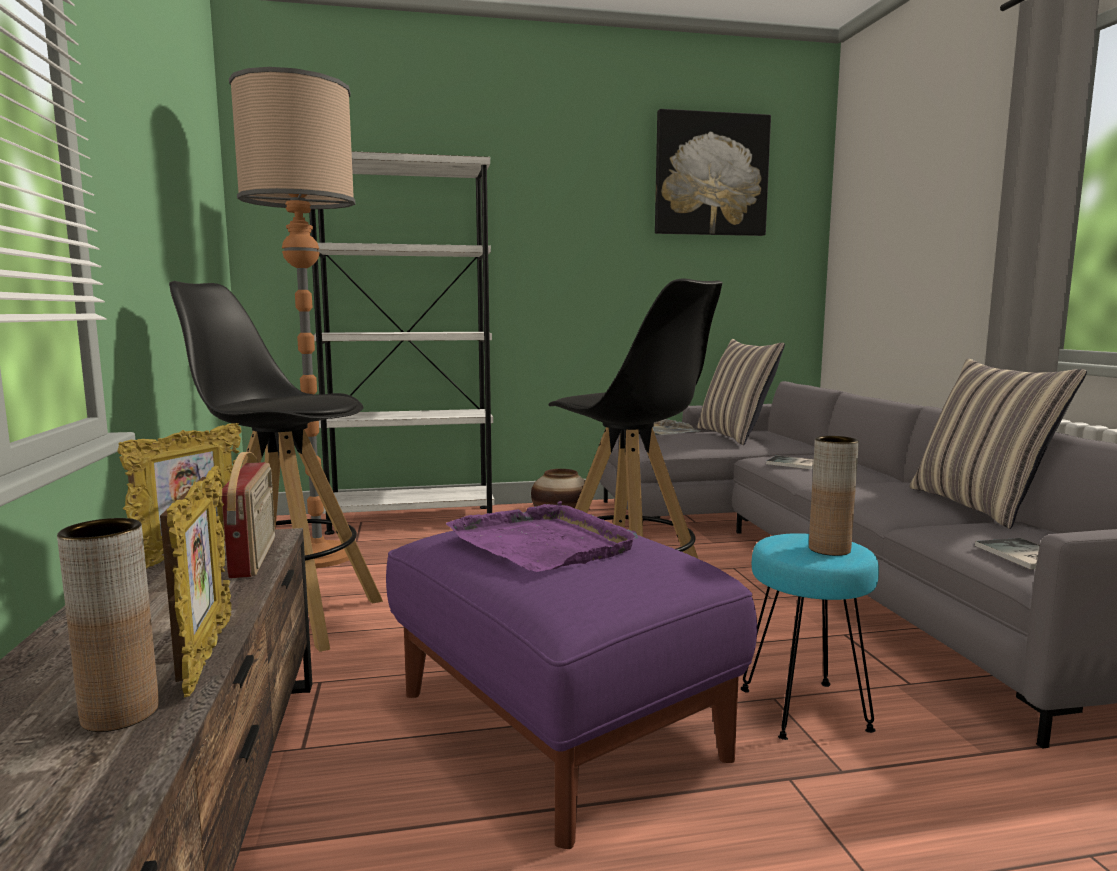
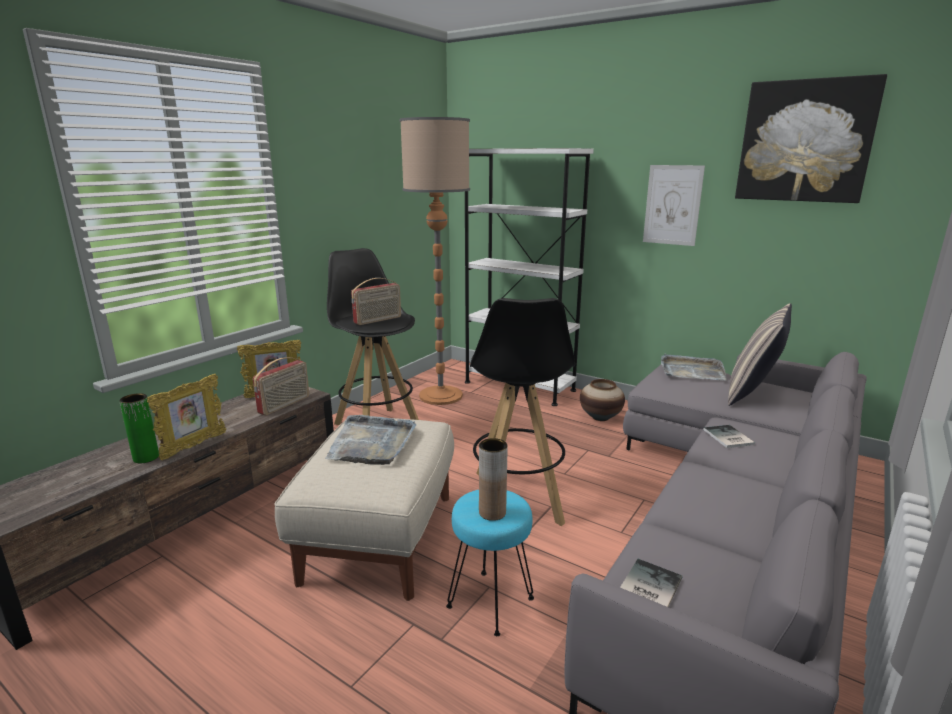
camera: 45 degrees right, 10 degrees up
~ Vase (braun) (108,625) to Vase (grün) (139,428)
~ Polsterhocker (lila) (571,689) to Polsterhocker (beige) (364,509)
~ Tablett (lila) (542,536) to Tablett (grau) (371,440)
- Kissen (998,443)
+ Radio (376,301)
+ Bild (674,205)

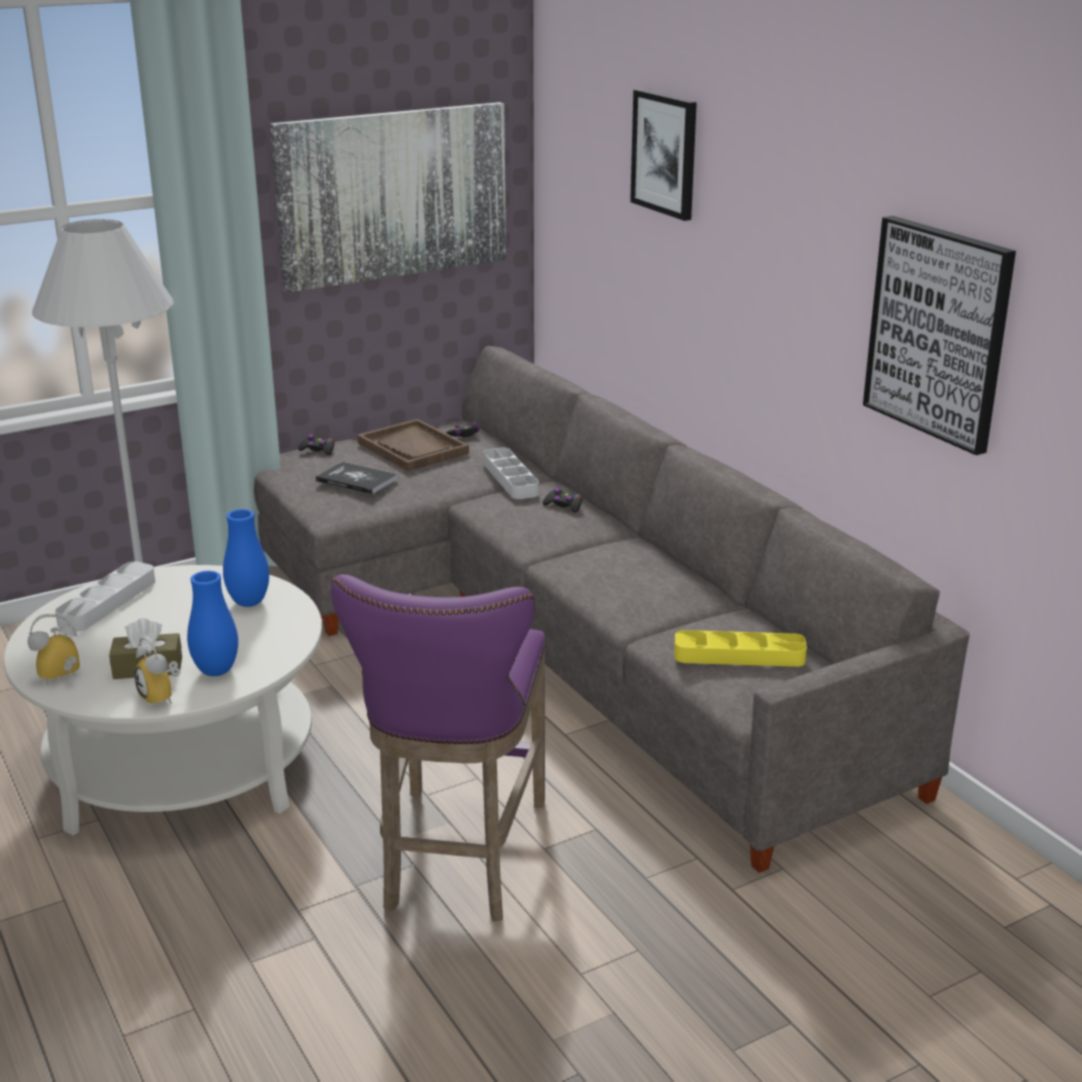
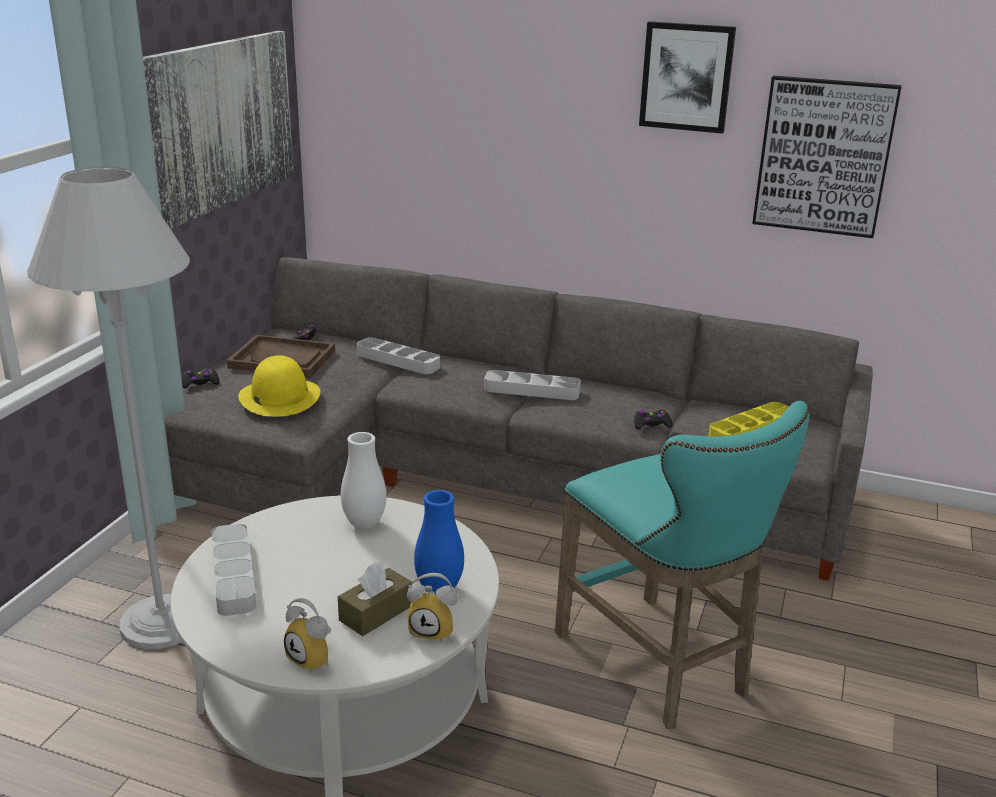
camera: 40 degrees left, 0 degrees up
~ Wecker (53,650) = (307,635) 60 degrees counterclockwise
~ Vase (blau) (246,558) to Vase (weiß) (364,480)
~ Buch (357,478) to Hut (gelb) (279,386)
~ Hocker (lila) (438,747) to Hocker (türkis) (682,565)
~ Gamepad (schwarz) (563,500) to (653,419)
~ Bild (663,155) to (687,77)
+ Tablett (grau) (532,385)

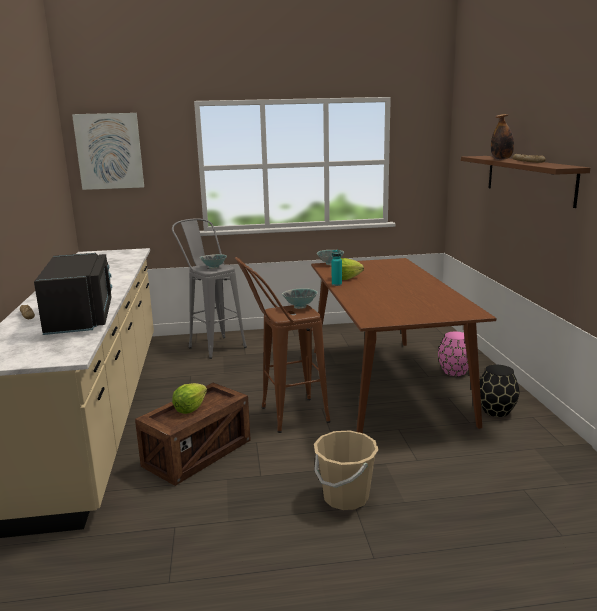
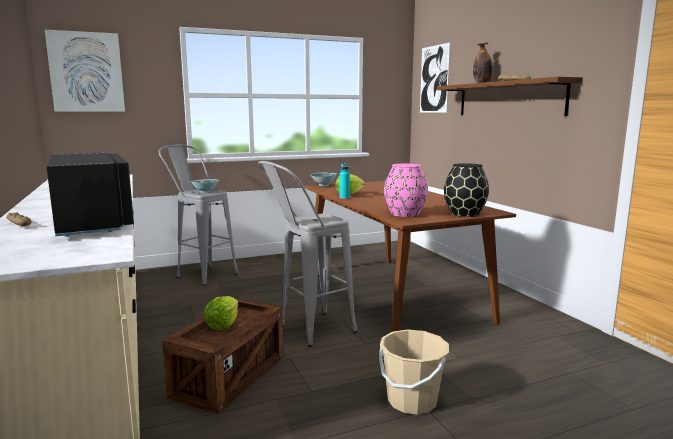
camera: 15 degrees left, 5 degrees down
~ Hocker (braun) (283,345) to Hocker (grau) (308,254)
- Schüssel (300,298)
~ Vase (rosa) (453,354) to (406,190)
~ Vase (schwarz) (499,391) to (466,190)
+ Bild (435,77)

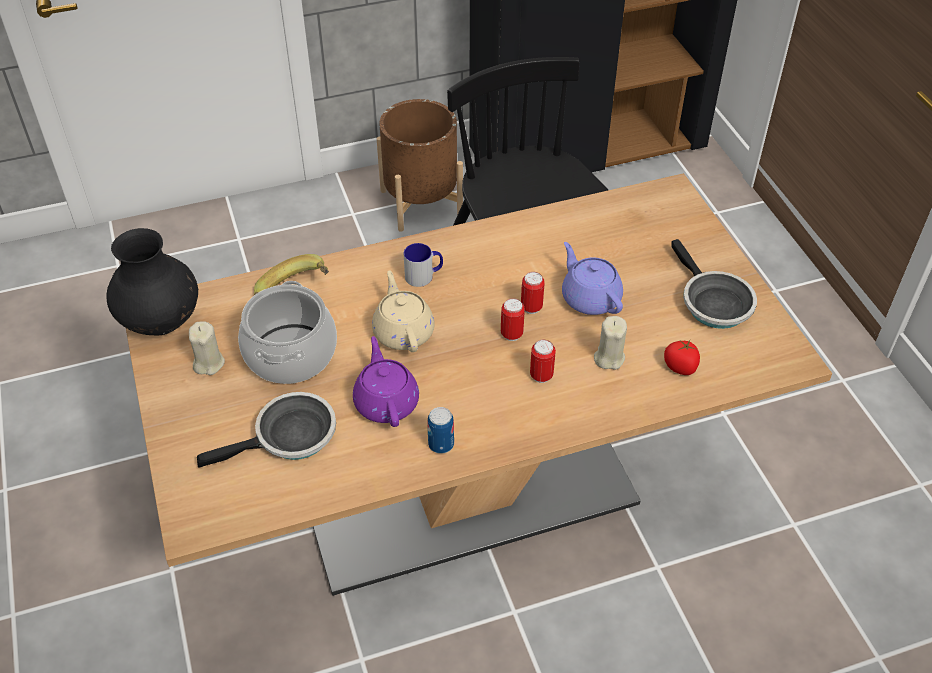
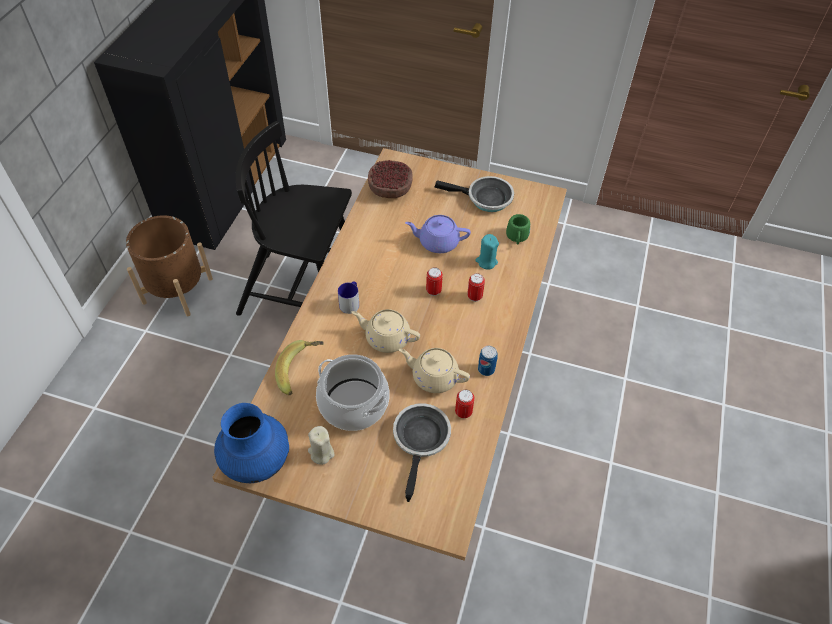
camera: 55 degrees left, 5 degrees up
~ Vase (schwarz) (152,281) to Vase (blau) (251,443)
~ Teekanne (lila) (386,381) to Teekanne (beige) (434,370)
~ Dose (533,293) to (465,404)
~ Kerze (beige) (610,343) to Kerze (türkis) (487,252)
~ Tomate (682,357) to Henkelbecher (grün) (518,229)
+ Schüssel (390,179)

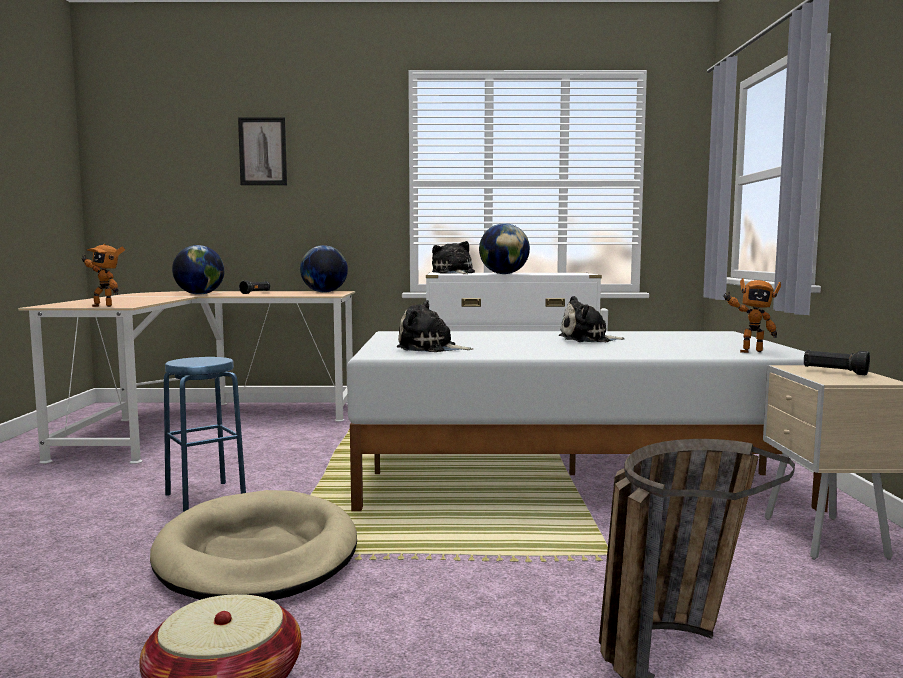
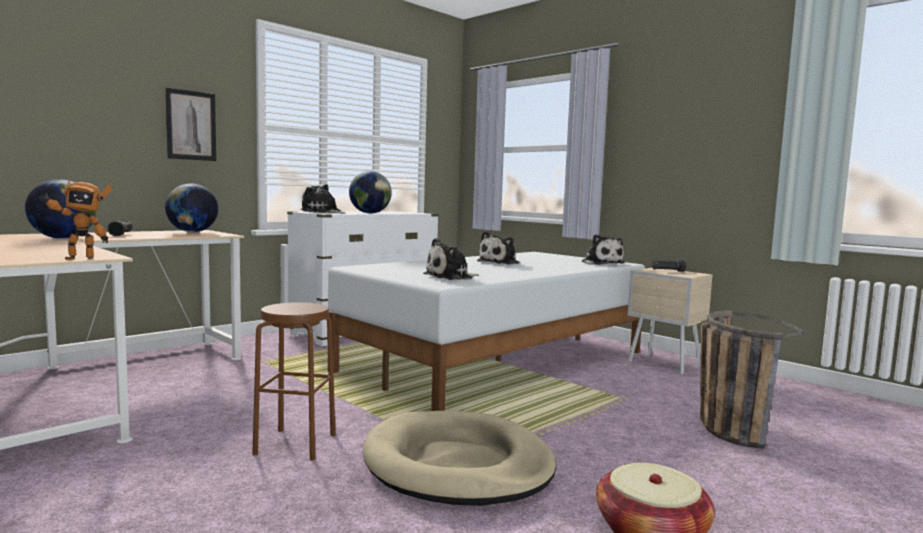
camera: 45 degrees left, 0 degrees up
~ Hocker (blau) (205,434) to Hocker (braun) (294,381)
~ Bild (262,151) to (190,124)
~ Spielzeugroboter (752,315) to Plüschtier (603,249)

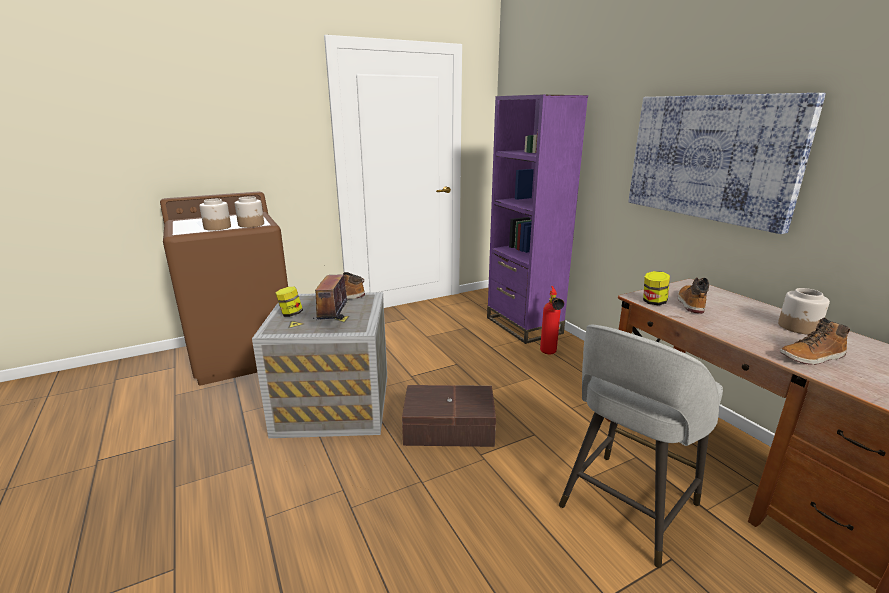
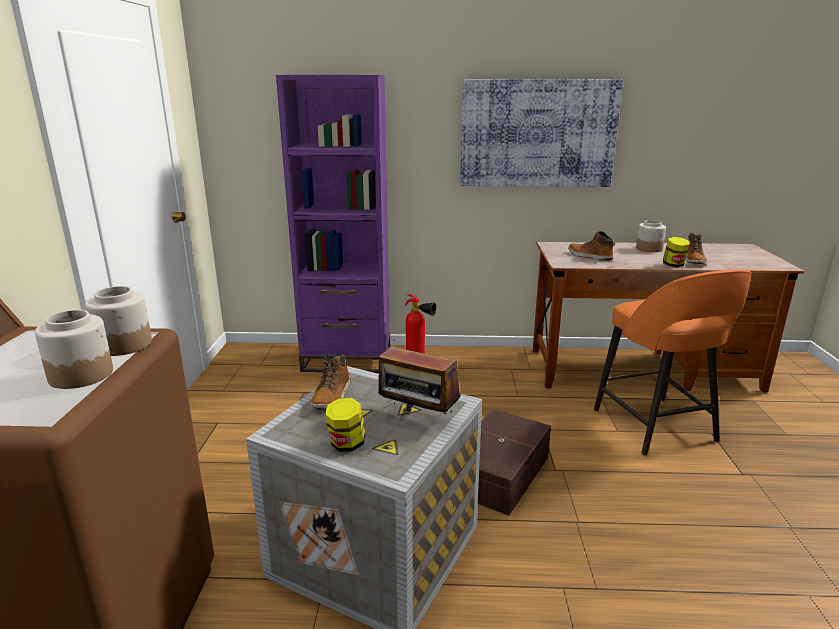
camera: 60 degrees left, 0 degrees up
~ Hocker (grau) (641,446) to Hocker (orange) (673,362)
~ Vorratsglas (656,288) to (676,252)

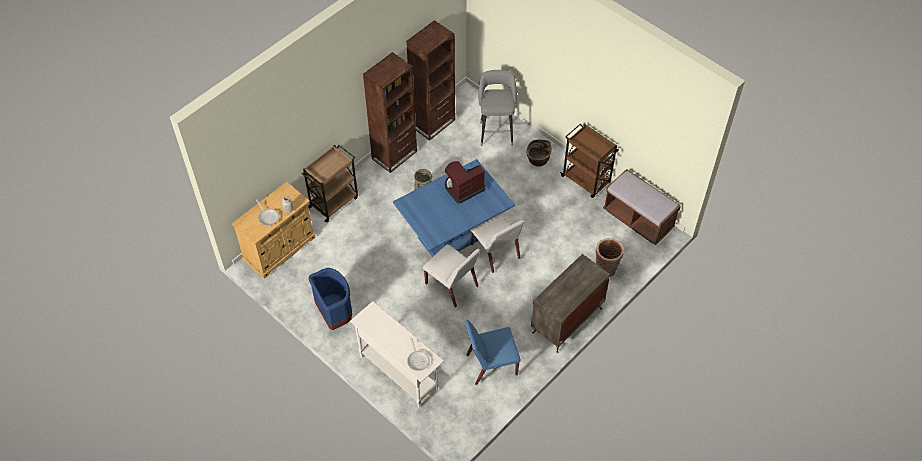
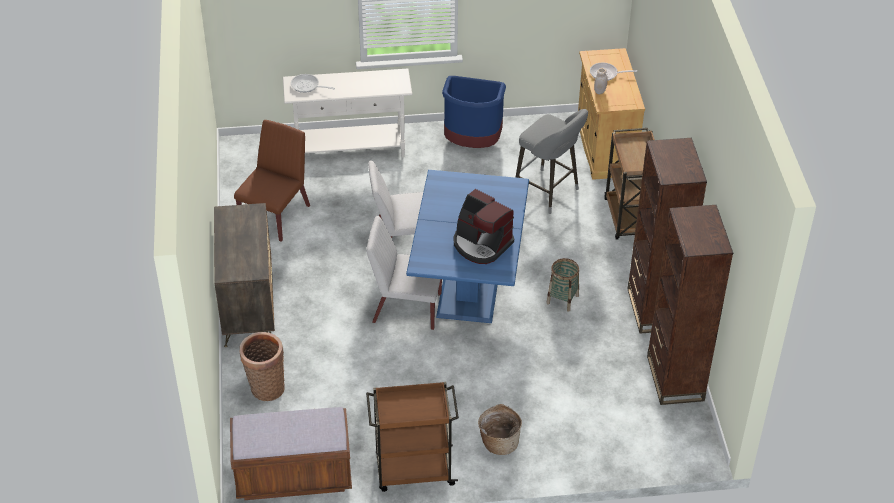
camera: 130 degrees right, 10 degrees down
~ Kaffeemaschine (465,182) = (484,226) 120 degrees clockwise
~ Stuhl (blau) (493,352) to Stuhl (braun) (272,181)
~ Hocker (grau) (497,108) to (551,161)

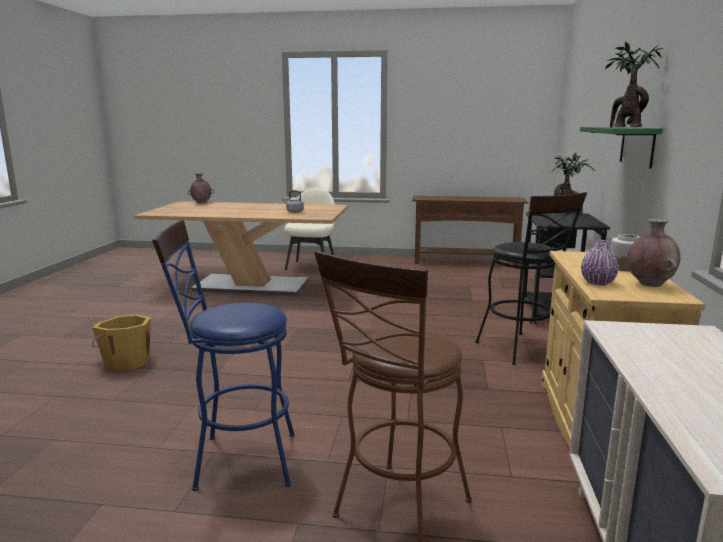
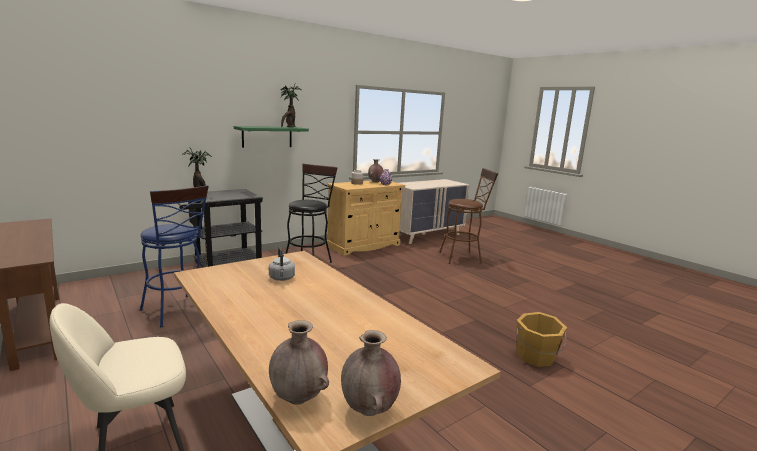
camera: 135 degrees left, 0 degrees up
~ Hocker (blau) (223,355) to (174,256)
+ Vase (braun) (371,373)

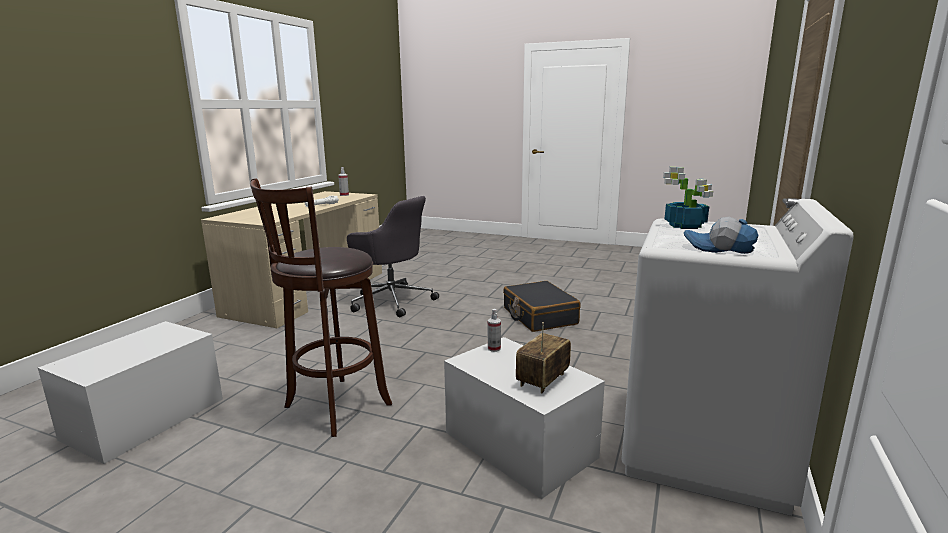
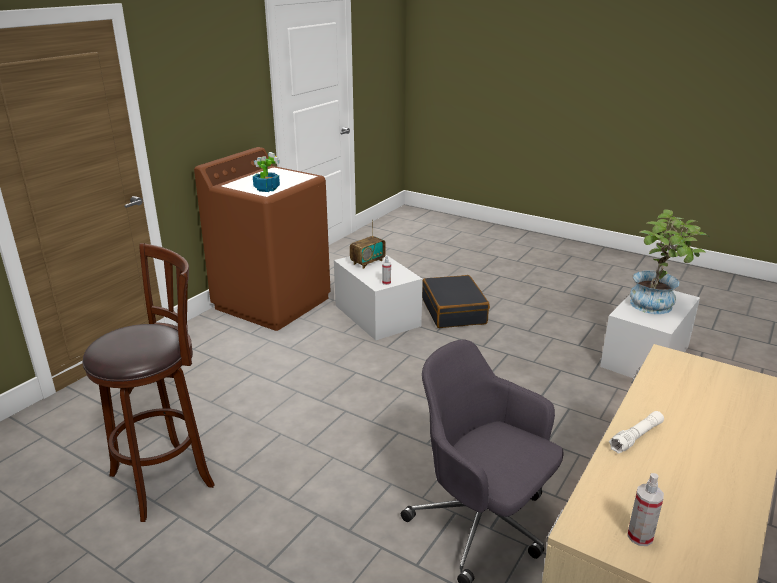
camera: 170 degrees left, 10 degrees up
~ Hocker (braun) (321,307) to (149,382)
~ Koffer (schwarz) (542,306) to (456,301)
~ Waschmaschine (weiß) (738,357) to Waschmaschine (braun) (262,239)
- Kappe (721,235)
+ Topfpflanze (670,261)

